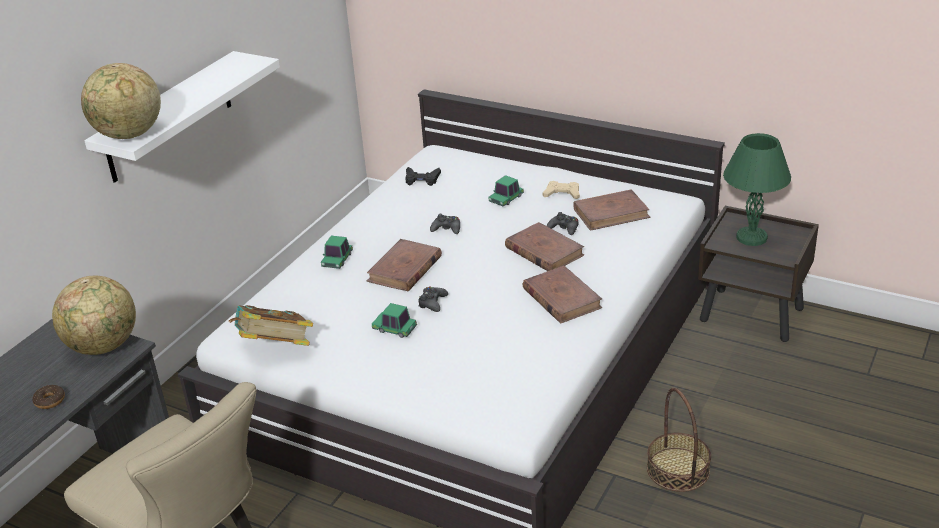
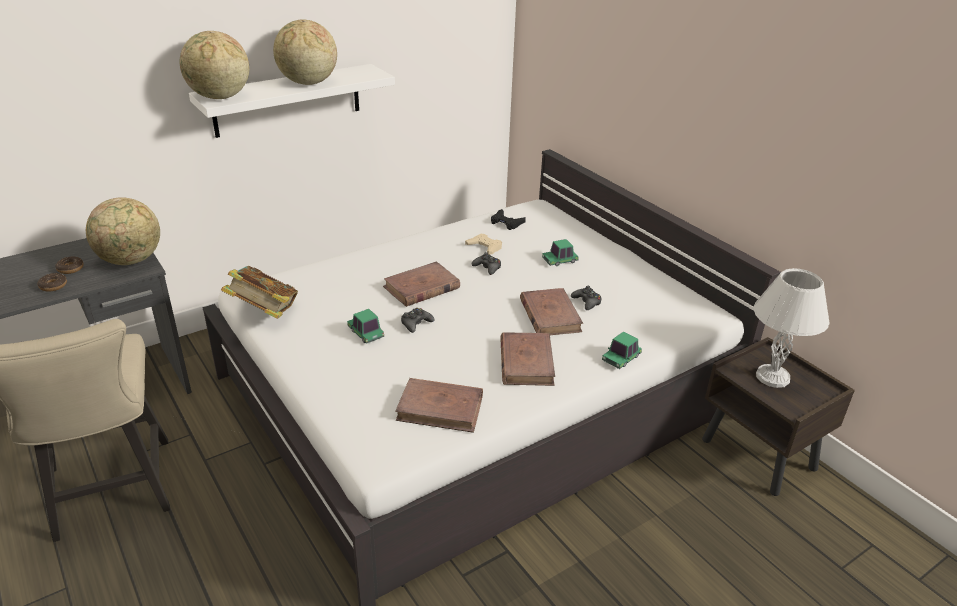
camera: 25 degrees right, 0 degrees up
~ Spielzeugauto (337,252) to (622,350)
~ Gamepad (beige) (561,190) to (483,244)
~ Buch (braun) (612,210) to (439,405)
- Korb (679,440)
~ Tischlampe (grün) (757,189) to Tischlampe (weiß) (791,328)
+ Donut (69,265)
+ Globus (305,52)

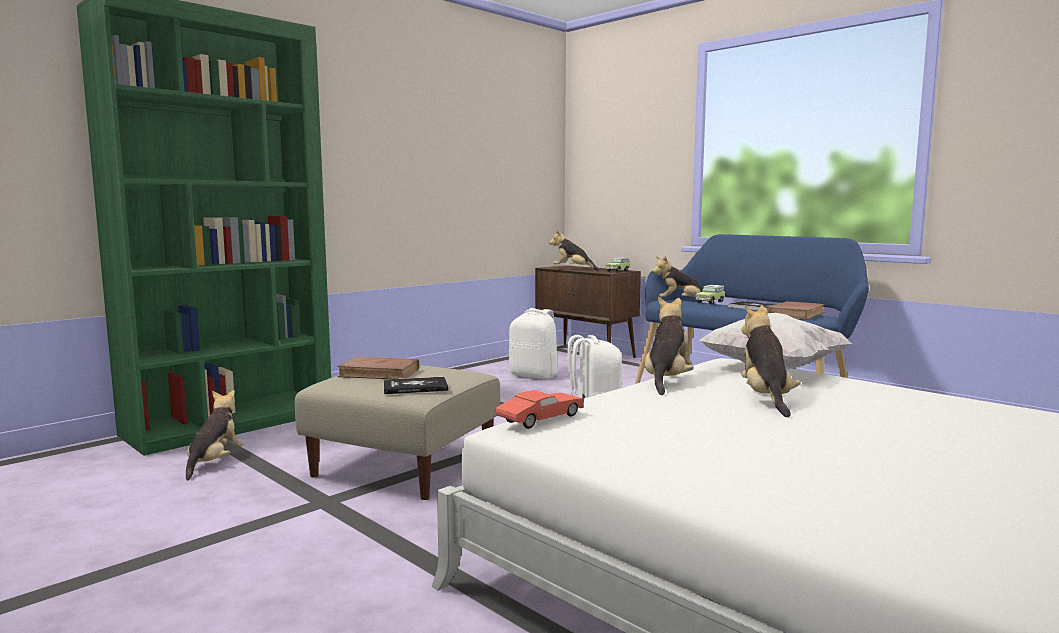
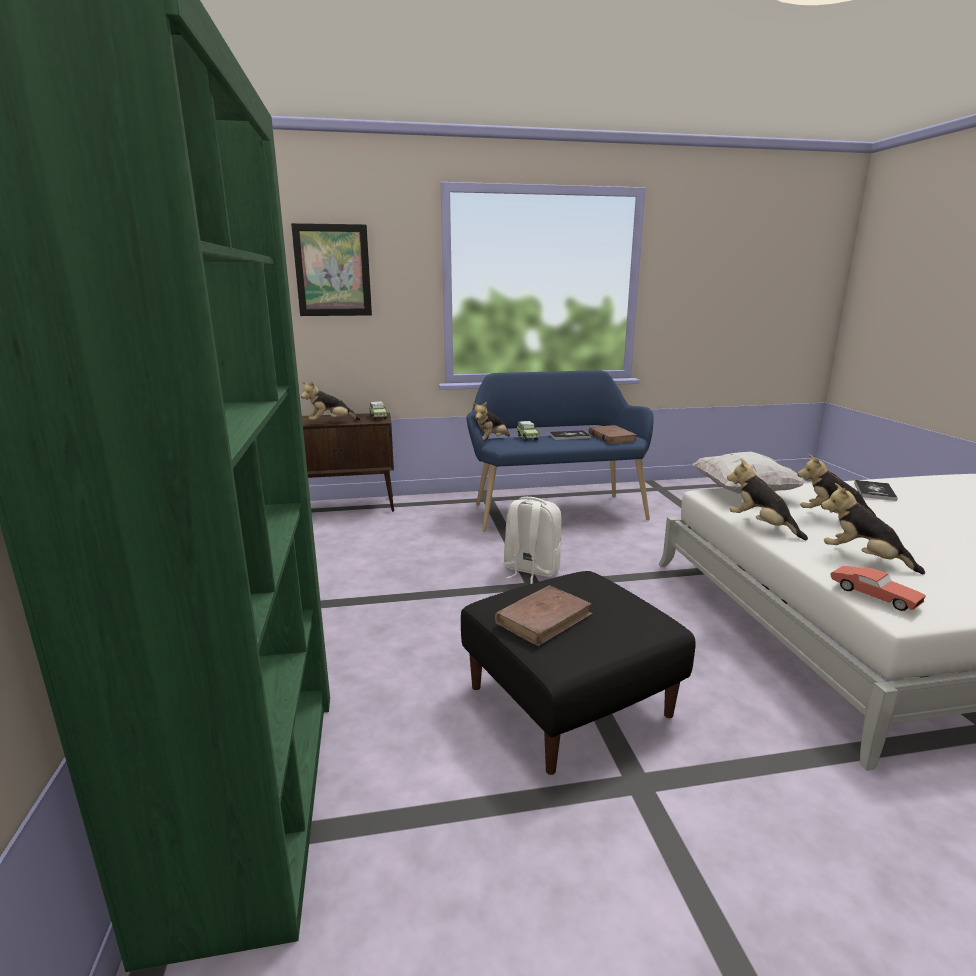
camera: 55 degrees left, 10 degrees up
~ Plüschtier (215,435) to (873,528)
~ Polsterhocker (beige) (397,432) to Polsterhocker (schwarz) (578,673)
~ Buch (416,385) to (876,490)
~ Spielzeugauto (rot) (539,409) = (878,588) 150 degrees clockwise
- Rucksack (weiß) (533,343)
+ Bild (331,269)

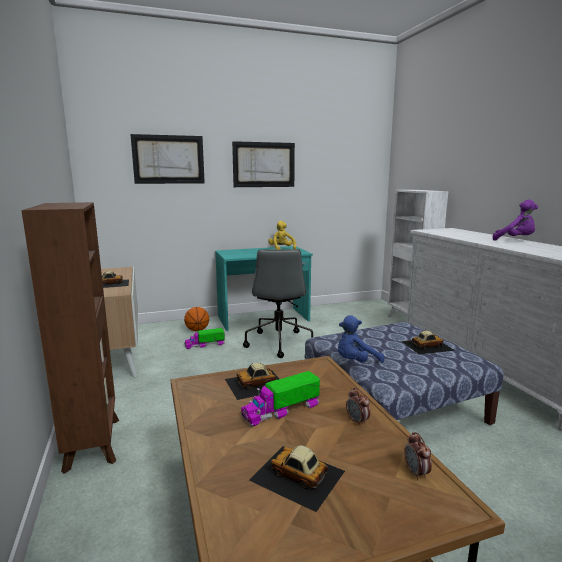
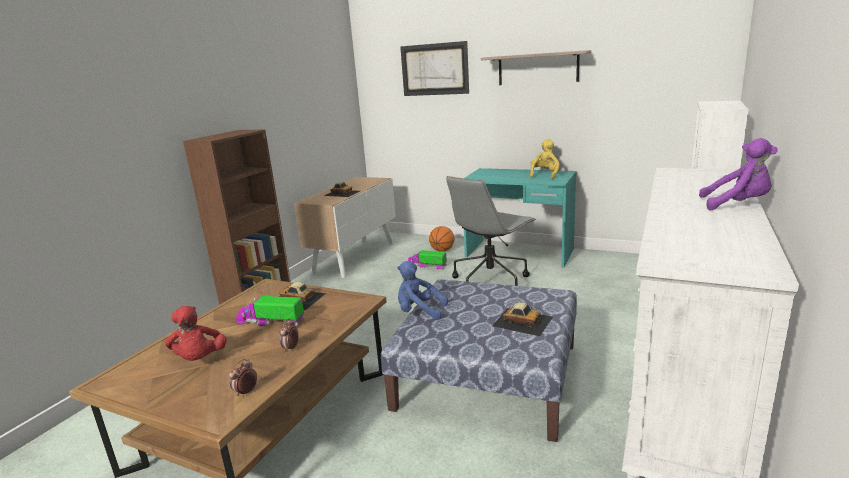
camera: 45 degrees right, 5 degrees up
~ Bild (263,164) to Wandregal (536,67)
~ Spielzeugauto (297,478) to Plüschtier (rot) (196,333)
~ Plüschtier (lila) (515,220) = (738,174) 60 degrees counterclockwise

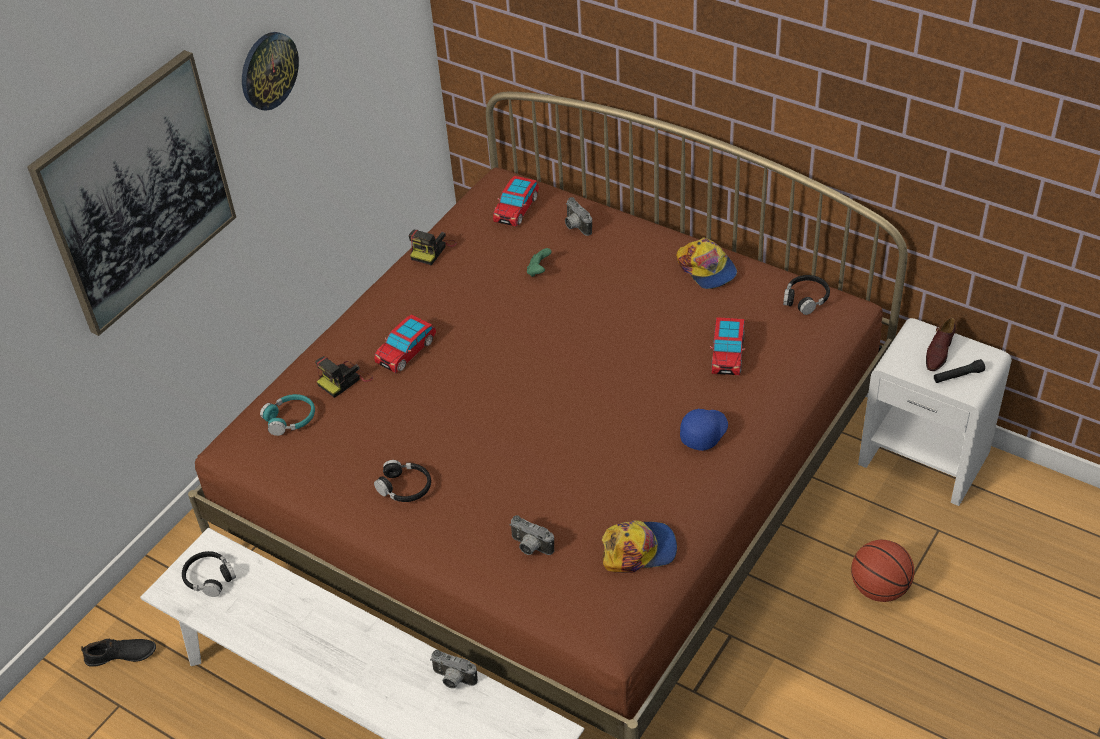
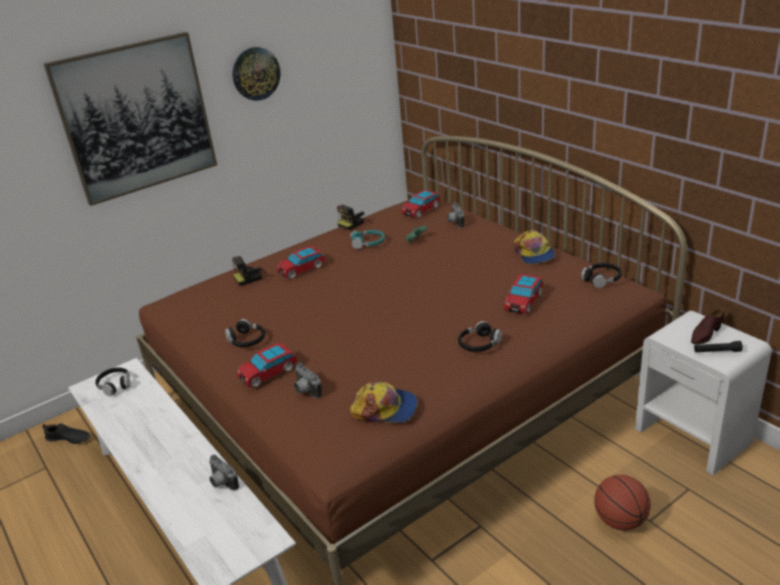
camera: 20 degrees right, 15 degrees down
~ Kopfhörer (türkis) (287,415) to (367,239)
~ Kappe (blau) (704,430) to Kopfhörer (schwarz) (480,336)
+ Spielzeugauto (267,365)

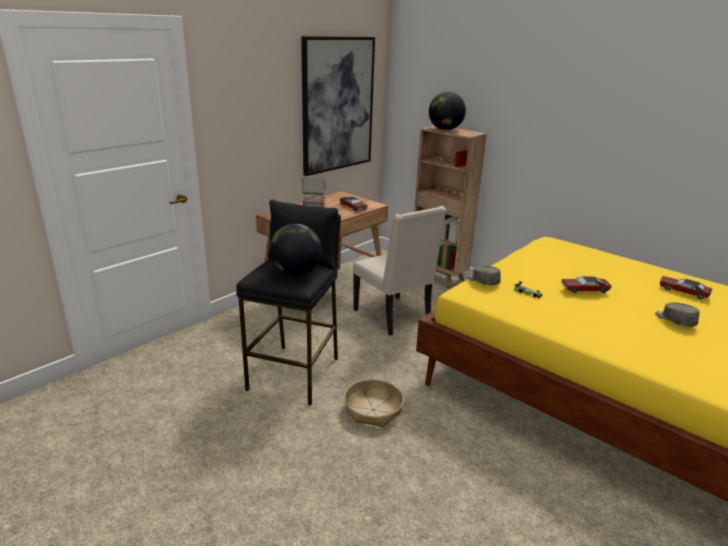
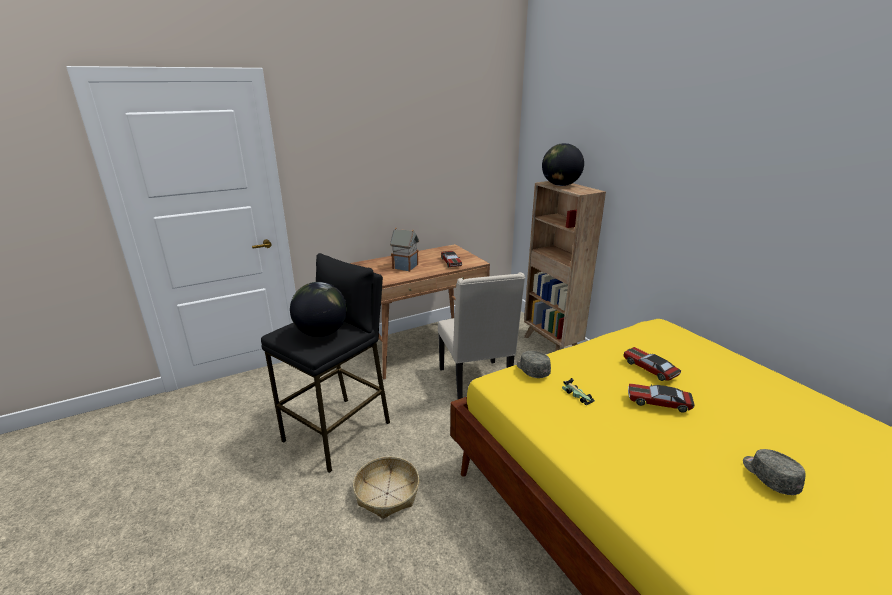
camera: 20 degrees right, 0 degrees up
- Bild (338,106)
~ Spielzeugauto (685,287) to (652,364)

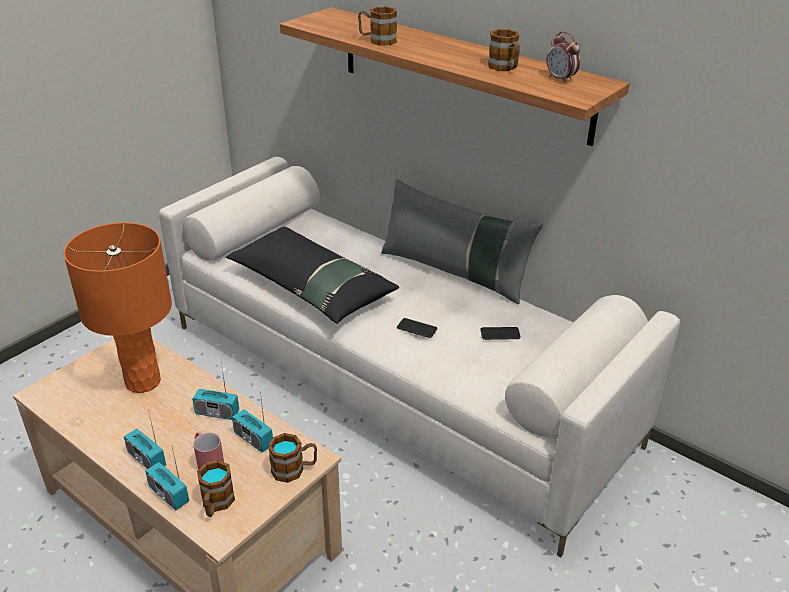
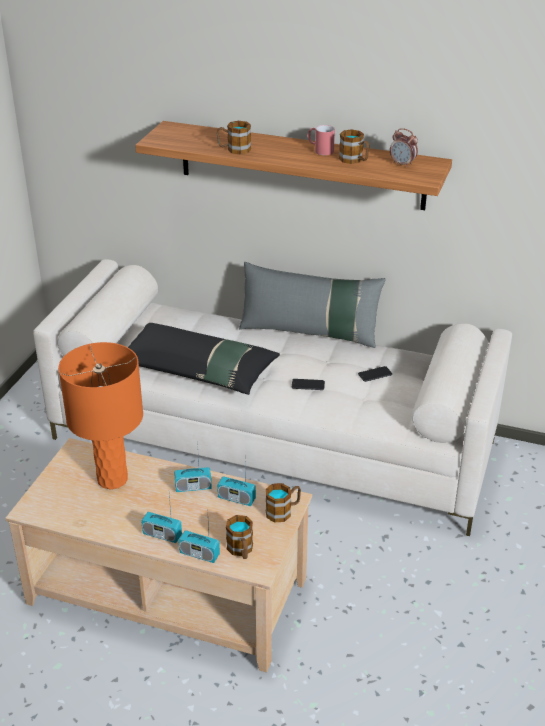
camera: 20 degrees left, 0 degrees up
~ Henkelbecher (rot) (208,451) to (321,140)

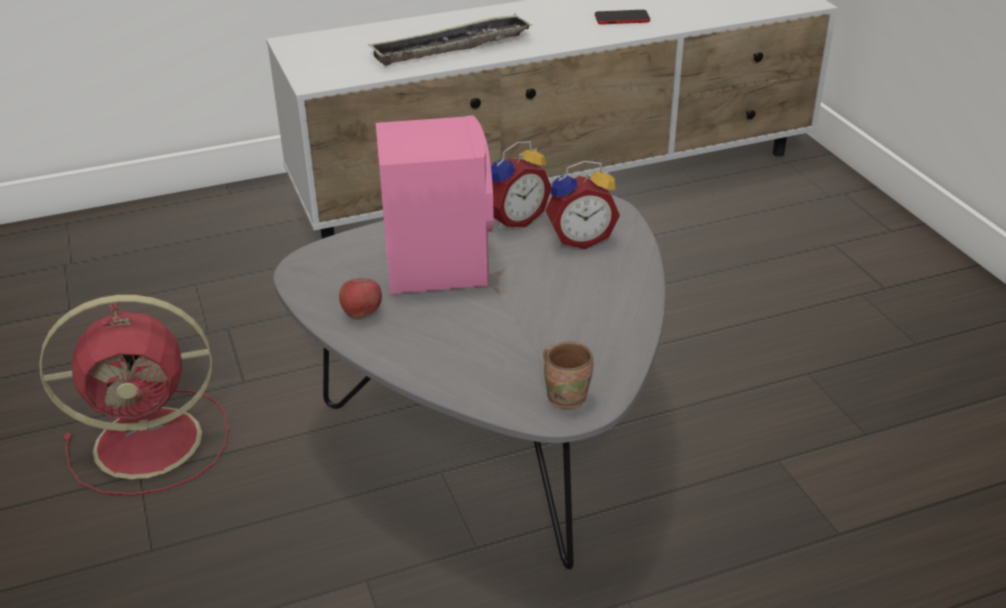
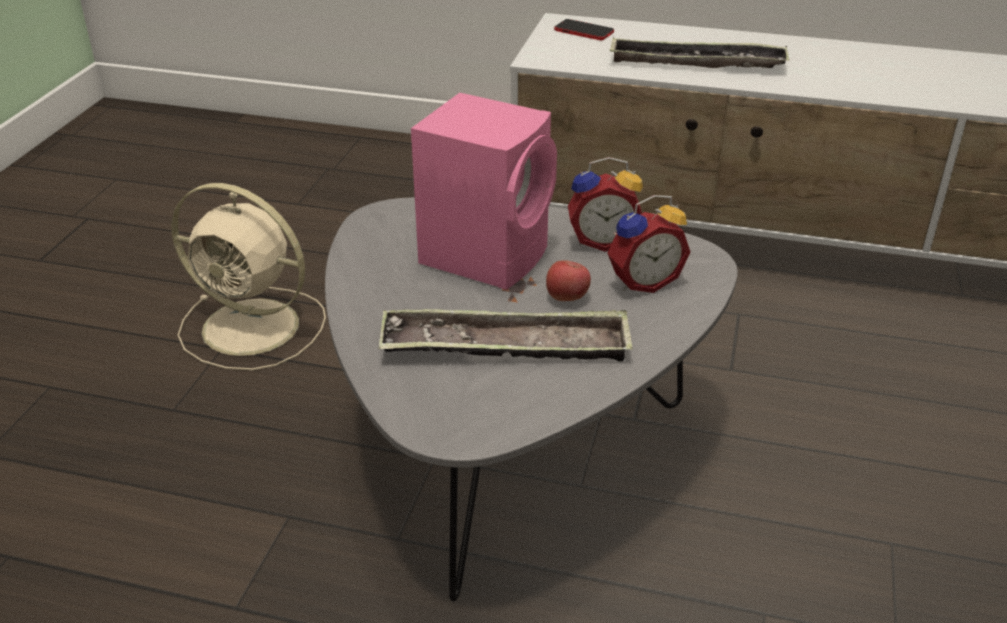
camera: 35 degrees right, 0 degrees up
~ Ventilator (rot) (134,395) to Ventilator (beige) (248,277)
~ Apfel (360,298) to (568,280)
- Henkelbecher (braun) (568,375)
~ Wecker (582,205) = (649,244) 45 degrees counterclockwise
~ Handy (622,17) to (584,29)
+ Tablett (506,335)

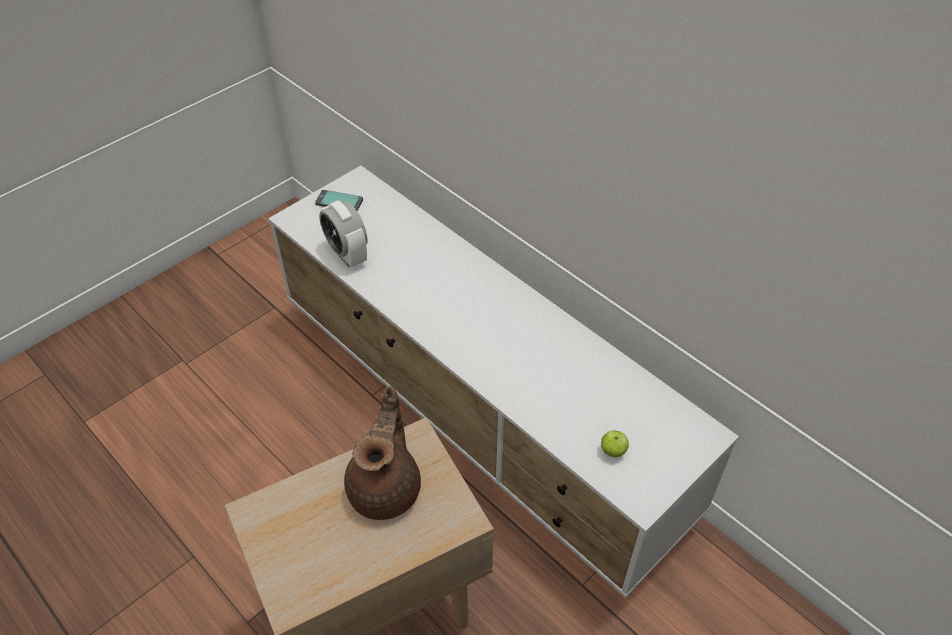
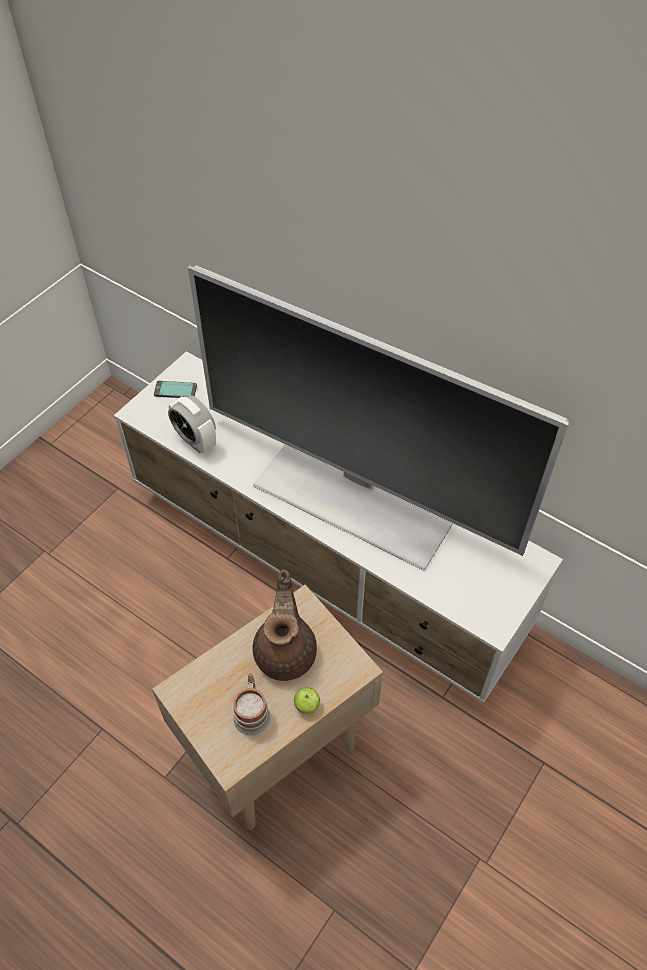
camera: 10 degrees left, 5 degrees up
~ Apfel (615,444) to (307,701)
+ Fernseher (378,418)
+ Henkelbecher (251,704)

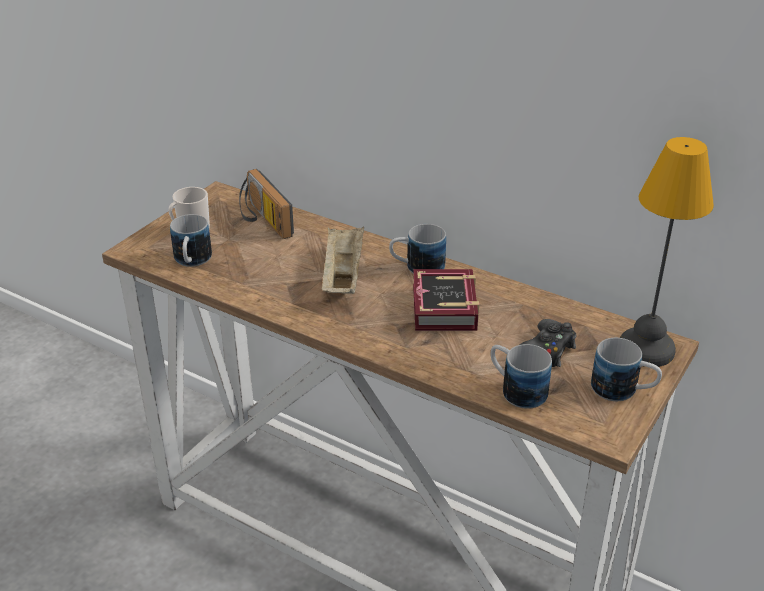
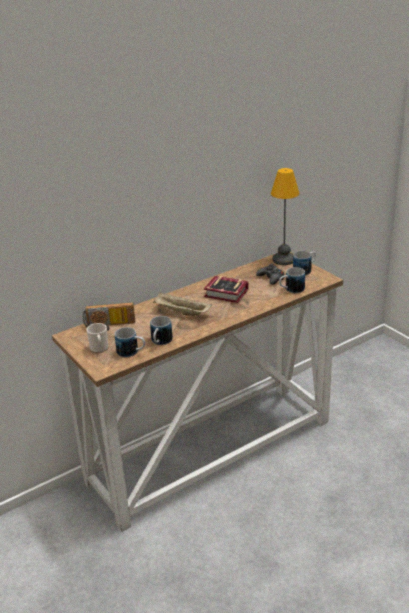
camera: 65 degrees left, 5 degrees down
~ Henkelbecher (417,249) to (161,330)

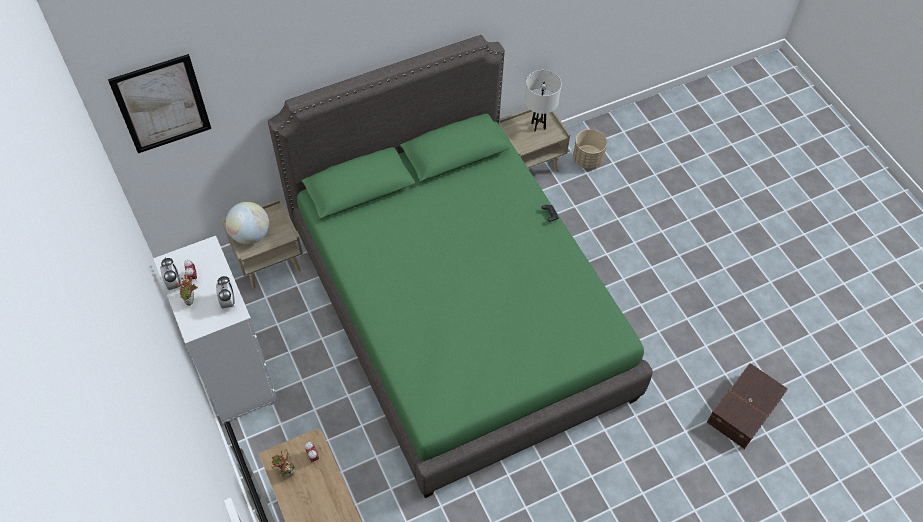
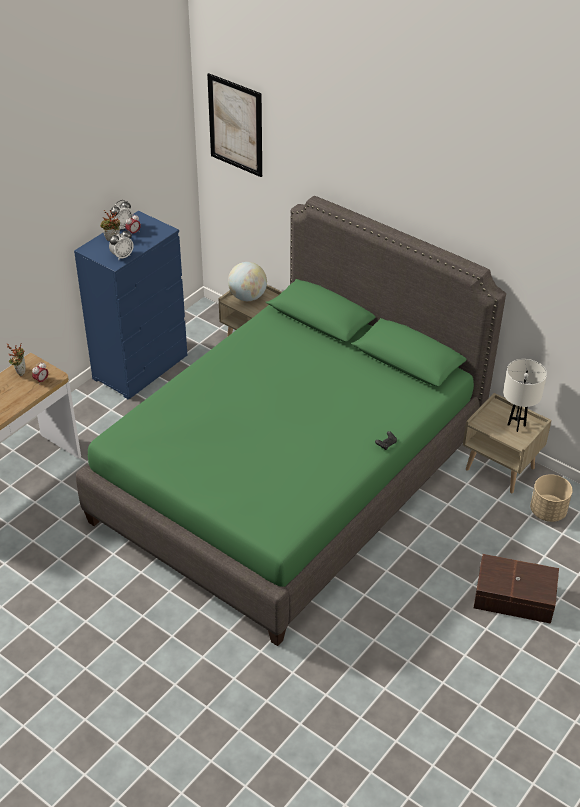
camera: 65 degrees right, 15 degrees down
~ Kommode (weiß) (215,330) to Kommode (blau) (130,305)
~ Aufbewahrungsbox (braun) (747,406) to (516,589)

